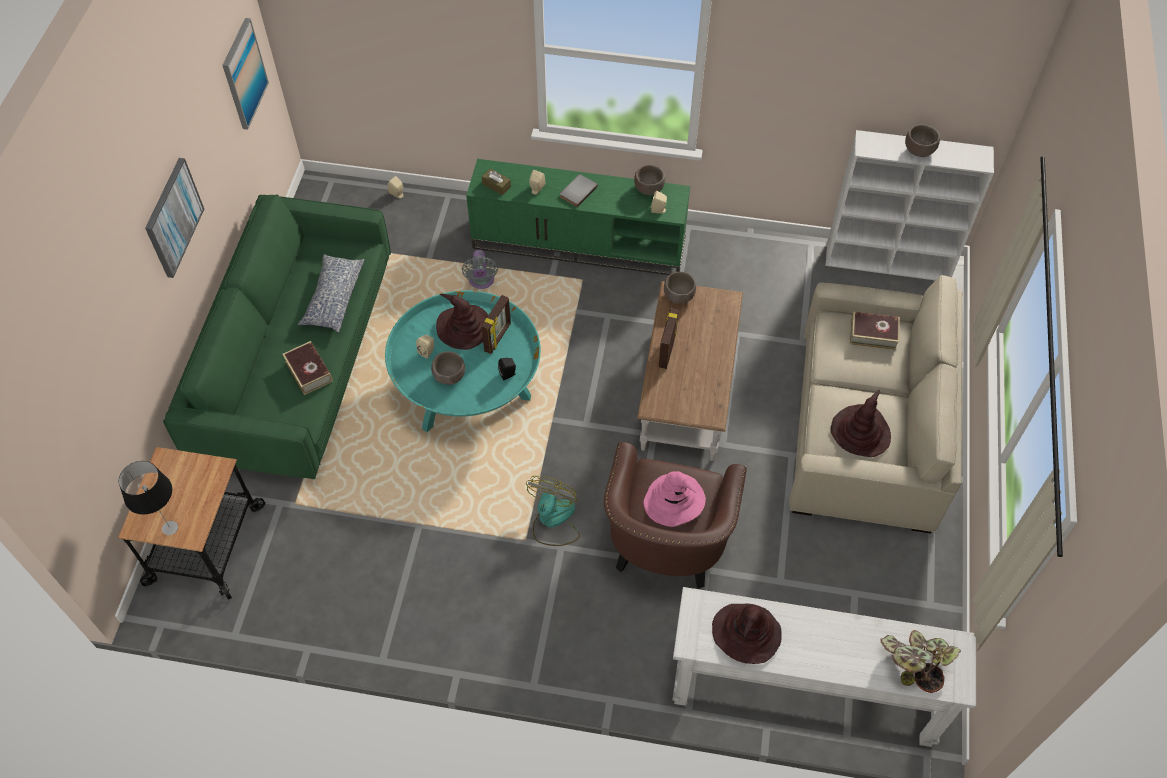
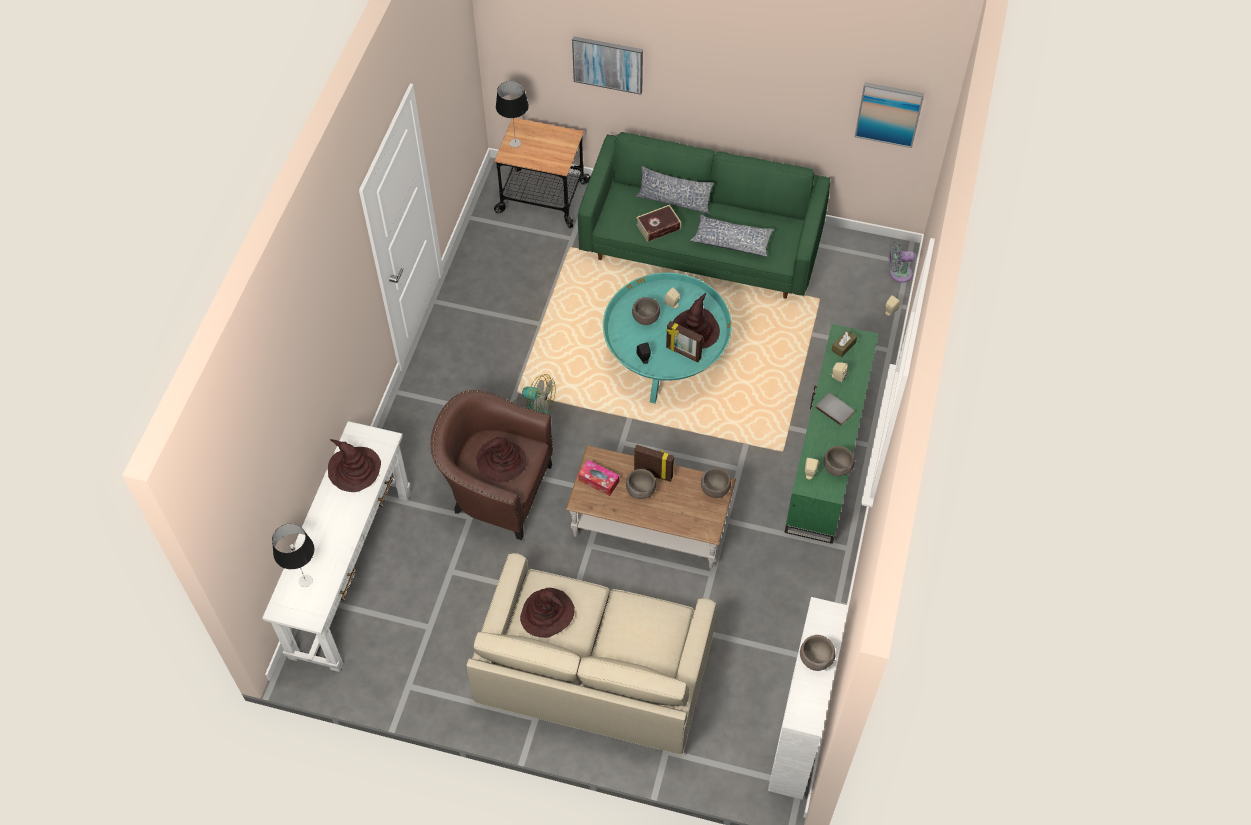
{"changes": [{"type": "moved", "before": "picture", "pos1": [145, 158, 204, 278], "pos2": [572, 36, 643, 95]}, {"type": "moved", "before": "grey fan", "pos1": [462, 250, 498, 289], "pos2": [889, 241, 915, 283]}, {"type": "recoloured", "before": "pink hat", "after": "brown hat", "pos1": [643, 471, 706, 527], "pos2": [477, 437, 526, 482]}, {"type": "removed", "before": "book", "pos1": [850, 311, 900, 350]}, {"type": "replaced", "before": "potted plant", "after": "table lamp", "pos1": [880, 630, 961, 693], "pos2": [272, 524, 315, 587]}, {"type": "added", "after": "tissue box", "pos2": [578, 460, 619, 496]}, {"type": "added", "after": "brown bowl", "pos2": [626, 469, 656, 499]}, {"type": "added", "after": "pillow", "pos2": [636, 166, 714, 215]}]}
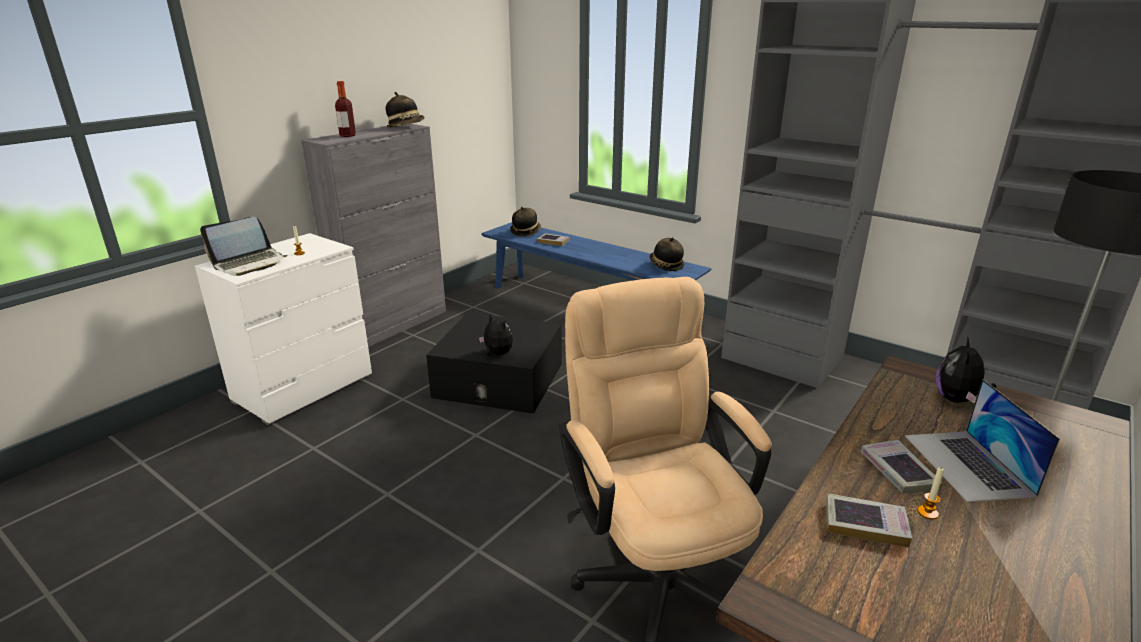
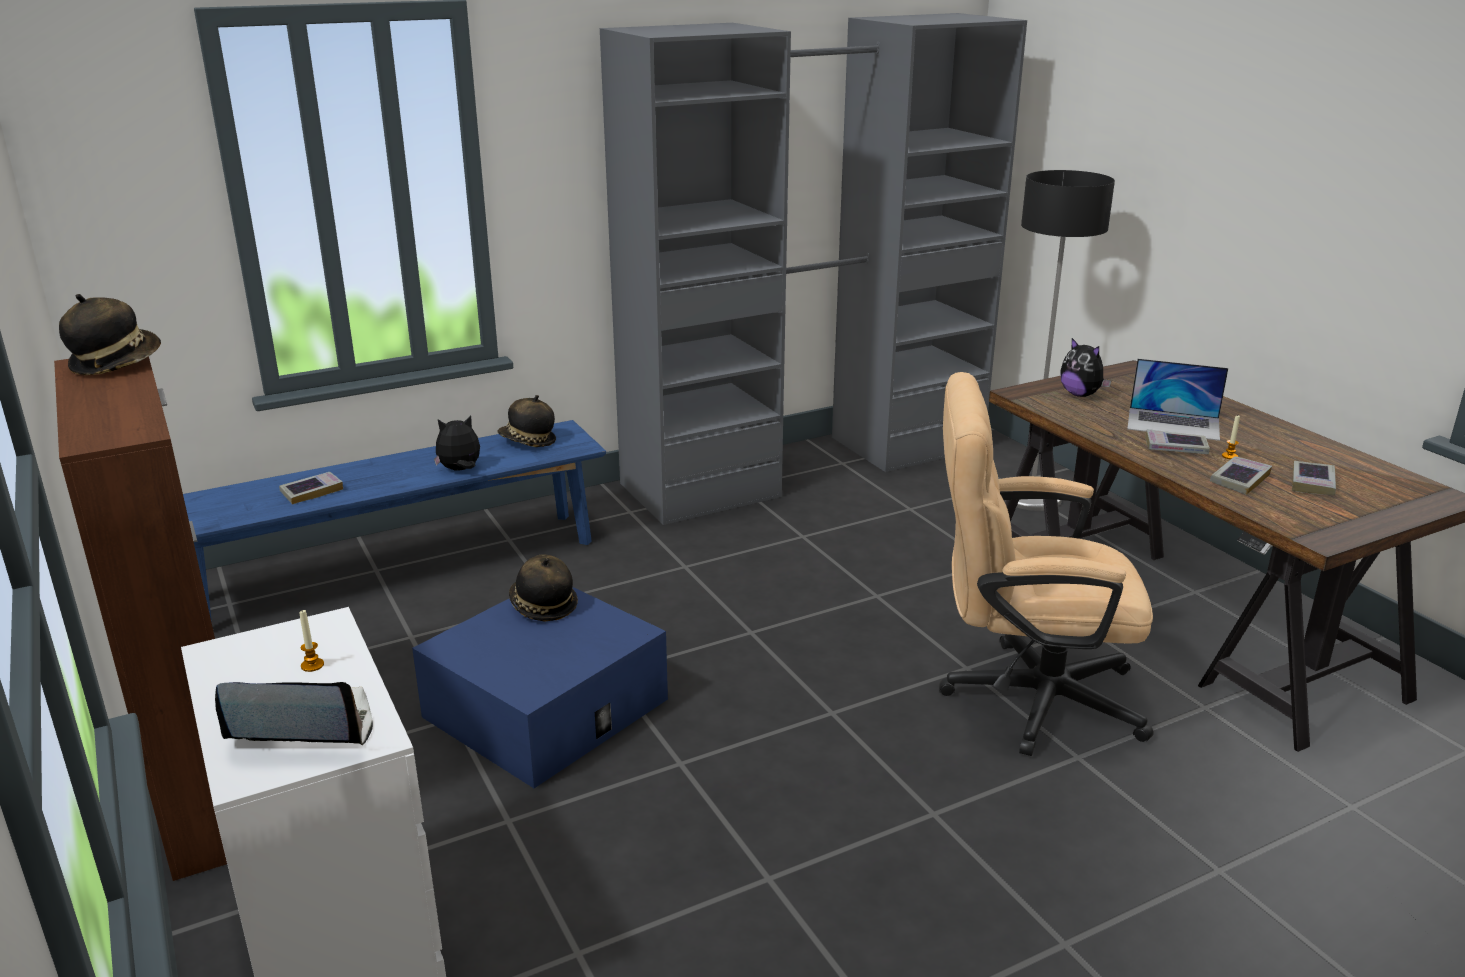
{"changes": [{"type": "turned", "before": "laptop", "pos1": [200, 217, 288, 276], "pos2": [215, 682, 373, 745], "turn": -75}, {"type": "recoloured", "before": "grey cabinet", "after": "brown cabinet", "pos1": [301, 124, 446, 347], "pos2": [54, 356, 227, 881]}, {"type": "removed", "before": "bottle", "pos1": [335, 81, 356, 137]}, {"type": "recoloured", "before": "black storage box", "after": "blue storage box", "pos1": [426, 313, 562, 414], "pos2": [412, 587, 668, 788]}, {"type": "moved", "before": "plush toy", "pos1": [479, 313, 513, 355], "pos2": [434, 415, 480, 471]}, {"type": "moved", "before": "hat", "pos1": [510, 207, 542, 236], "pos2": [509, 555, 578, 621]}, {"type": "added", "after": "book", "pos2": [1292, 461, 1336, 495]}]}
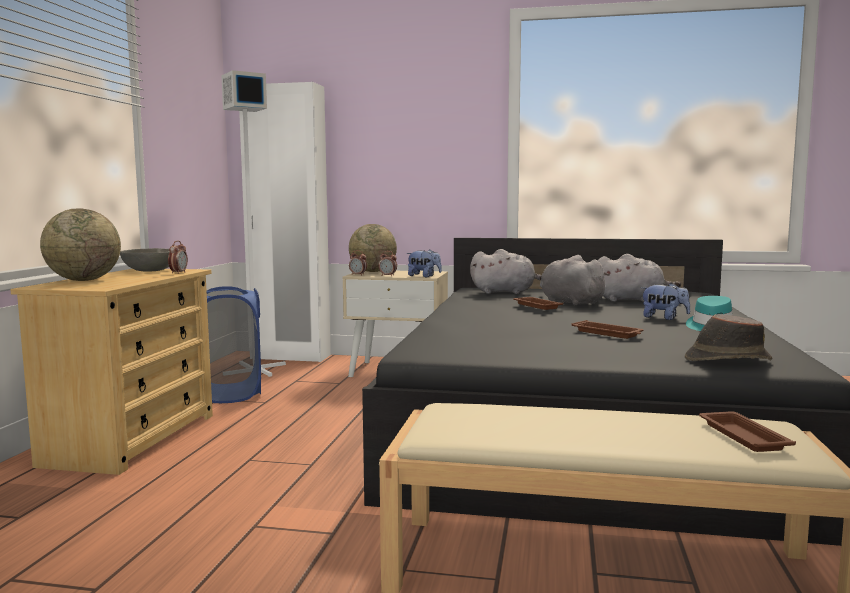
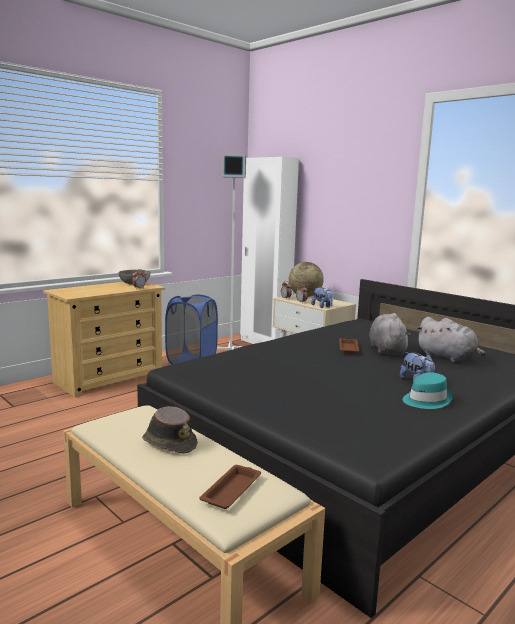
{"changes": [{"type": "removed", "before": "globe", "pos1": [40, 209, 121, 281]}, {"type": "removed", "before": "grey plush toy", "pos1": [470, 249, 542, 294]}, {"type": "removed", "before": "brown tray", "pos1": [571, 320, 644, 339]}, {"type": "moved", "before": "brown hat", "pos1": [685, 314, 772, 361], "pos2": [142, 406, 198, 454]}]}
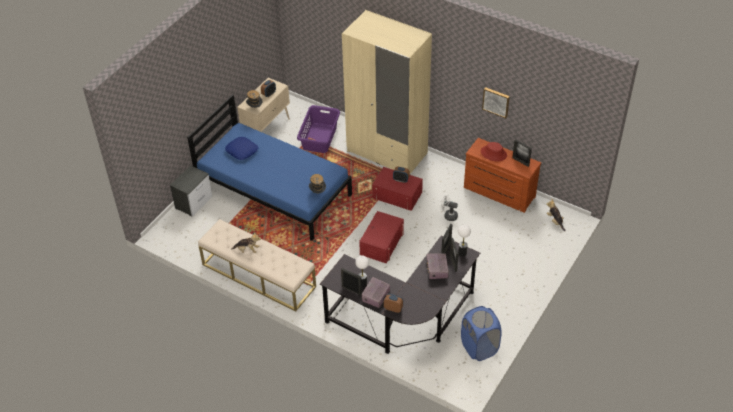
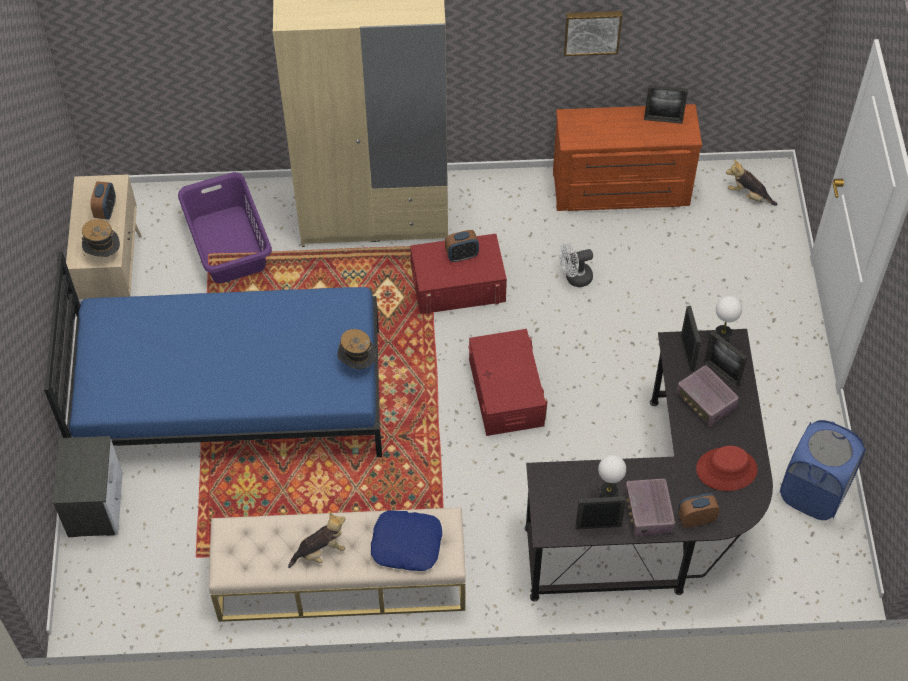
{"changes": [{"type": "moved", "before": "blue pillow", "pos1": [225, 137, 258, 160], "pos2": [371, 510, 442, 571]}, {"type": "moved", "before": "red hat", "pos1": [481, 142, 507, 161], "pos2": [696, 446, 758, 491]}]}
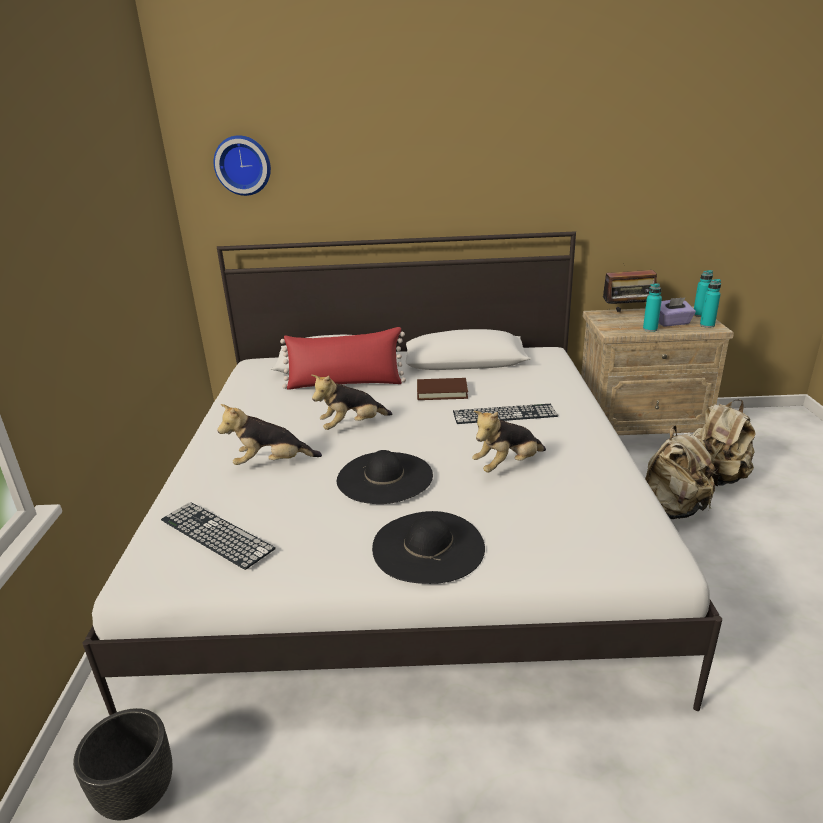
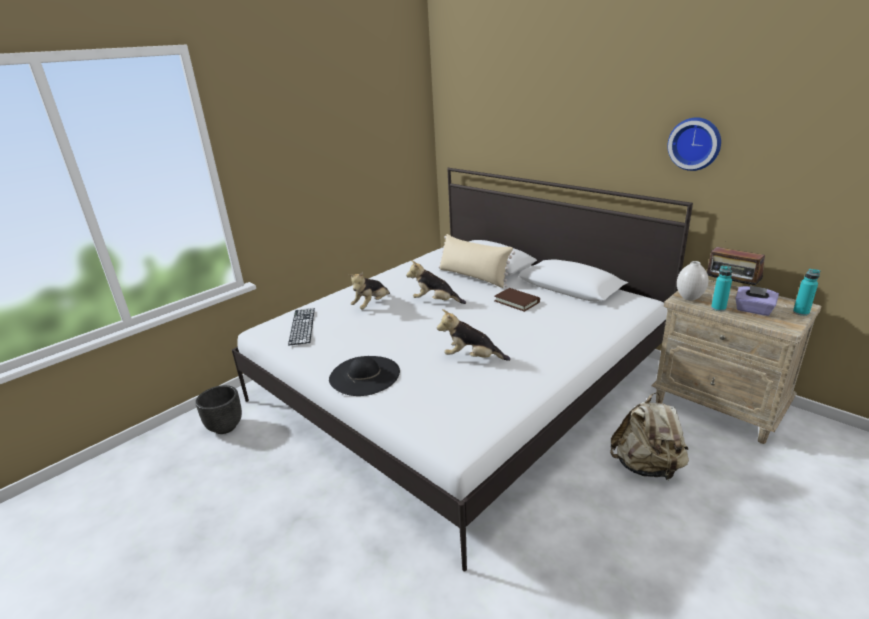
{"changes": [{"type": "moved", "before": "wall clock", "pos1": [214, 135, 271, 196], "pos2": [667, 117, 721, 171]}, {"type": "turned", "before": "plush toy", "pos1": [217, 404, 322, 465], "pos2": [349, 272, 390, 309], "turn": -90}, {"type": "recoloured", "before": "red pillow", "after": "beige pillow", "pos1": [280, 327, 406, 390], "pos2": [438, 234, 515, 288]}, {"type": "removed", "before": "black hat", "pos1": [337, 450, 433, 504]}, {"type": "removed", "before": "keyboard", "pos1": [453, 404, 558, 424]}, {"type": "removed", "before": "beige backpack", "pos1": [693, 399, 755, 486]}, {"type": "removed", "before": "turquoise bottle", "pos1": [700, 279, 721, 328]}, {"type": "added", "after": "white vase", "pos2": [677, 261, 709, 301]}]}
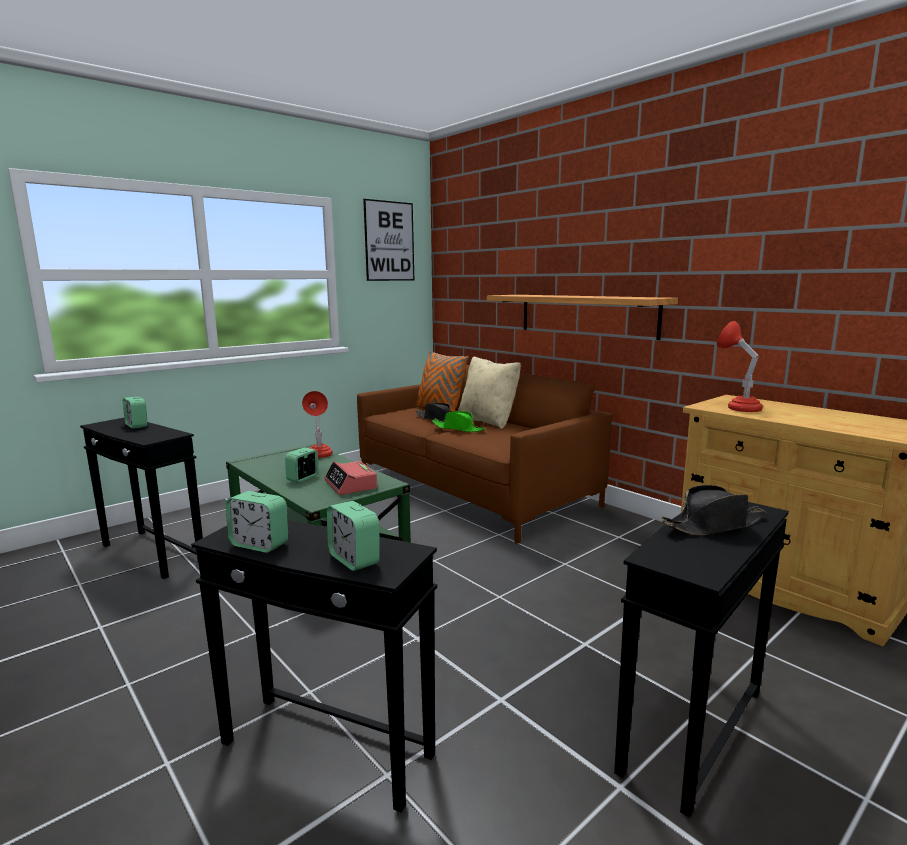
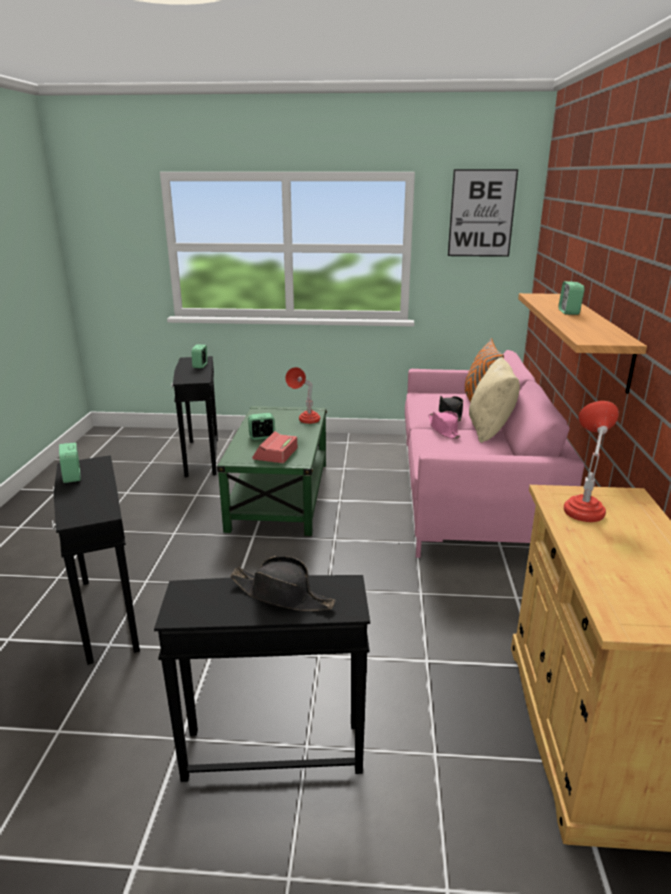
{"changes": [{"type": "moved", "before": "alarm clock", "pos1": [327, 501, 380, 571], "pos2": [559, 281, 585, 315]}, {"type": "recoloured", "before": "brown sofa", "after": "pink sofa", "pos1": [357, 365, 612, 544], "pos2": [405, 350, 585, 558]}, {"type": "recoloured", "before": "green hat", "after": "pink hat", "pos1": [432, 411, 486, 432], "pos2": [428, 411, 461, 439]}]}
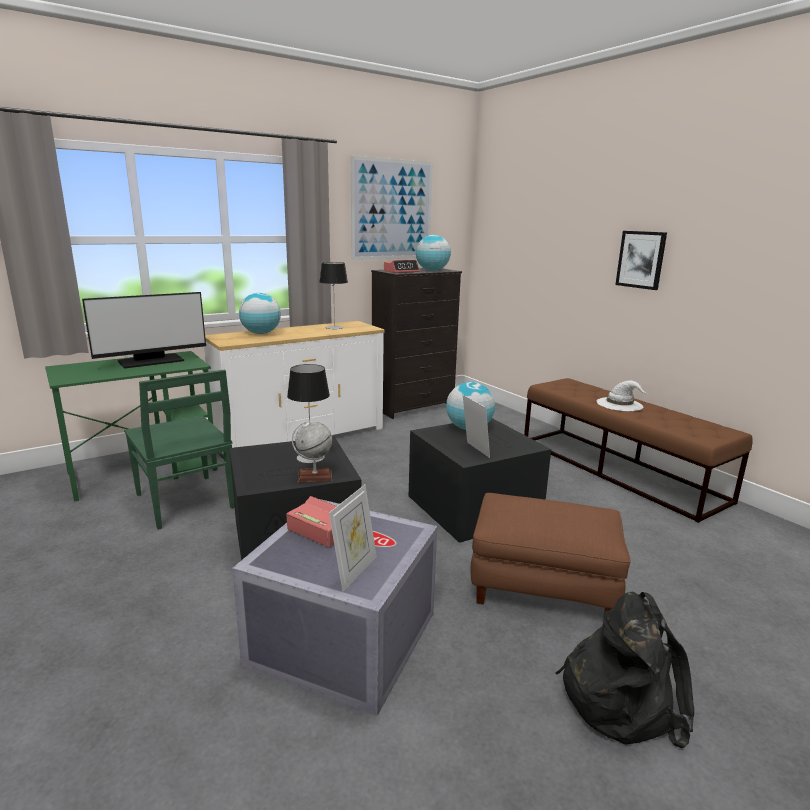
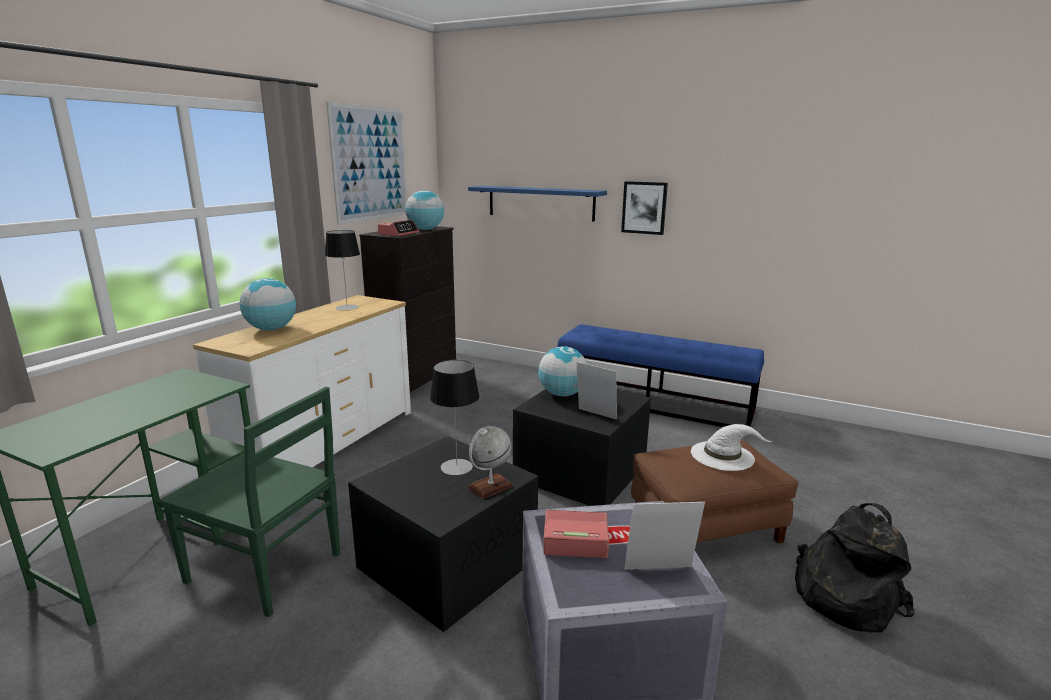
{"changes": [{"type": "removed", "before": "monitor", "pos1": [82, 292, 206, 369]}, {"type": "turned", "before": "picture frame", "pos1": [329, 485, 377, 592], "pos2": [624, 502, 705, 570], "turn": -90}, {"type": "recoloured", "before": "brown bench", "after": "blue bench", "pos1": [524, 378, 753, 523], "pos2": [557, 324, 764, 427]}, {"type": "moved", "before": "white hat", "pos1": [597, 381, 647, 411], "pos2": [691, 424, 771, 471]}, {"type": "added", "after": "blue shelf", "pos2": [468, 186, 607, 221]}]}
